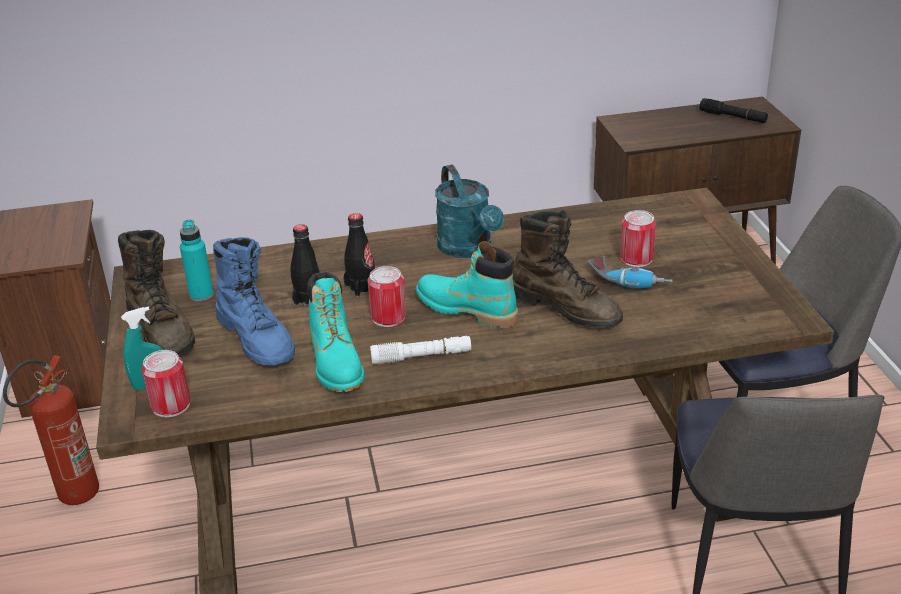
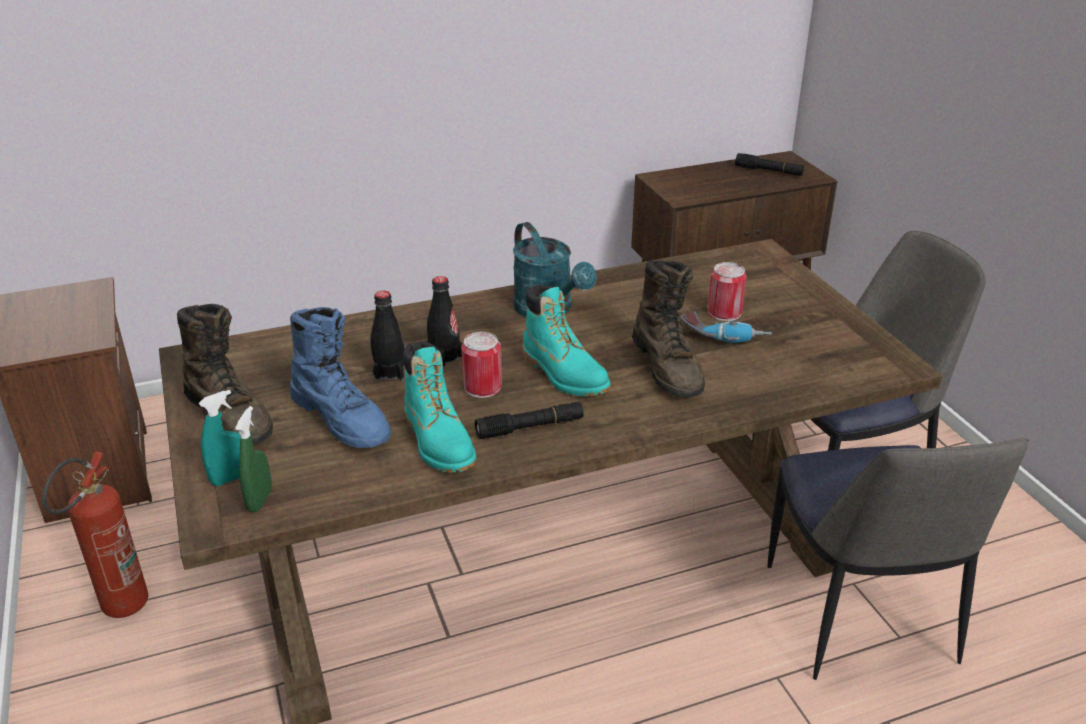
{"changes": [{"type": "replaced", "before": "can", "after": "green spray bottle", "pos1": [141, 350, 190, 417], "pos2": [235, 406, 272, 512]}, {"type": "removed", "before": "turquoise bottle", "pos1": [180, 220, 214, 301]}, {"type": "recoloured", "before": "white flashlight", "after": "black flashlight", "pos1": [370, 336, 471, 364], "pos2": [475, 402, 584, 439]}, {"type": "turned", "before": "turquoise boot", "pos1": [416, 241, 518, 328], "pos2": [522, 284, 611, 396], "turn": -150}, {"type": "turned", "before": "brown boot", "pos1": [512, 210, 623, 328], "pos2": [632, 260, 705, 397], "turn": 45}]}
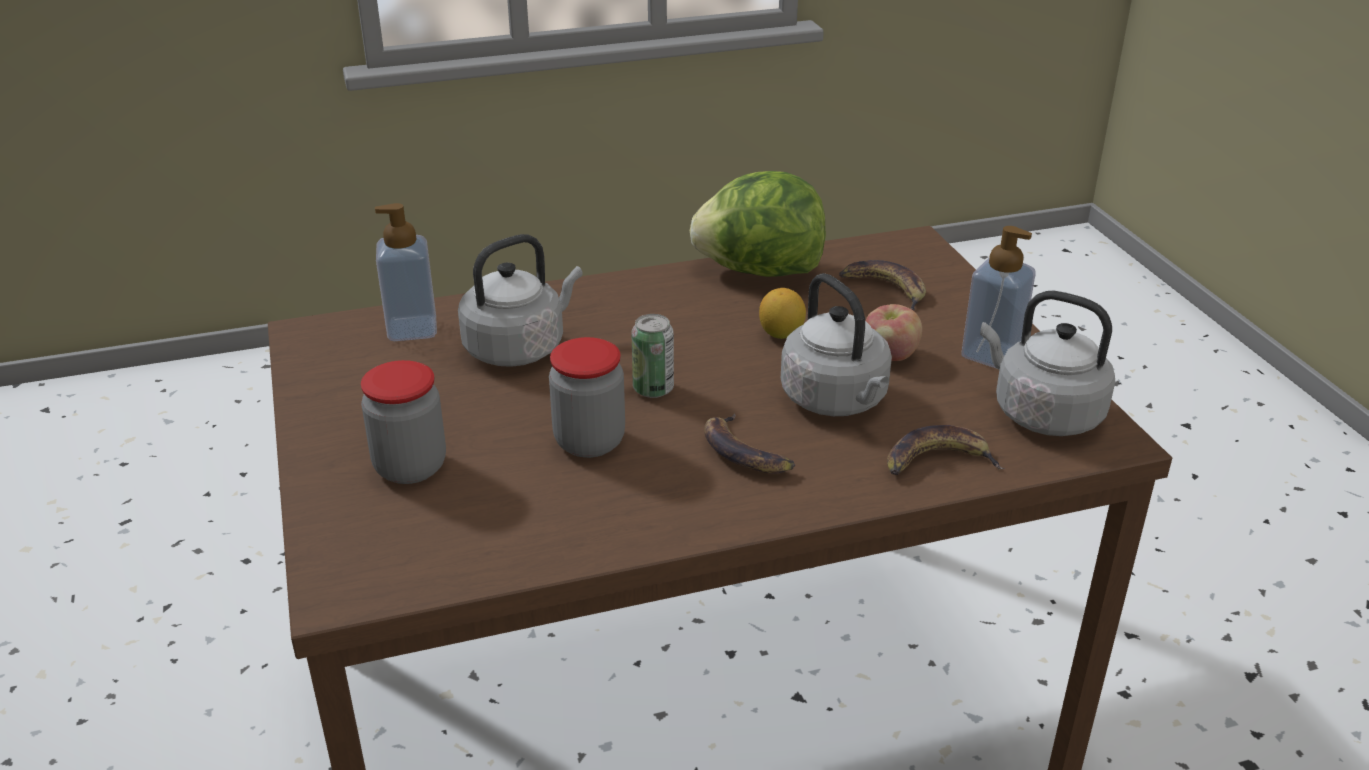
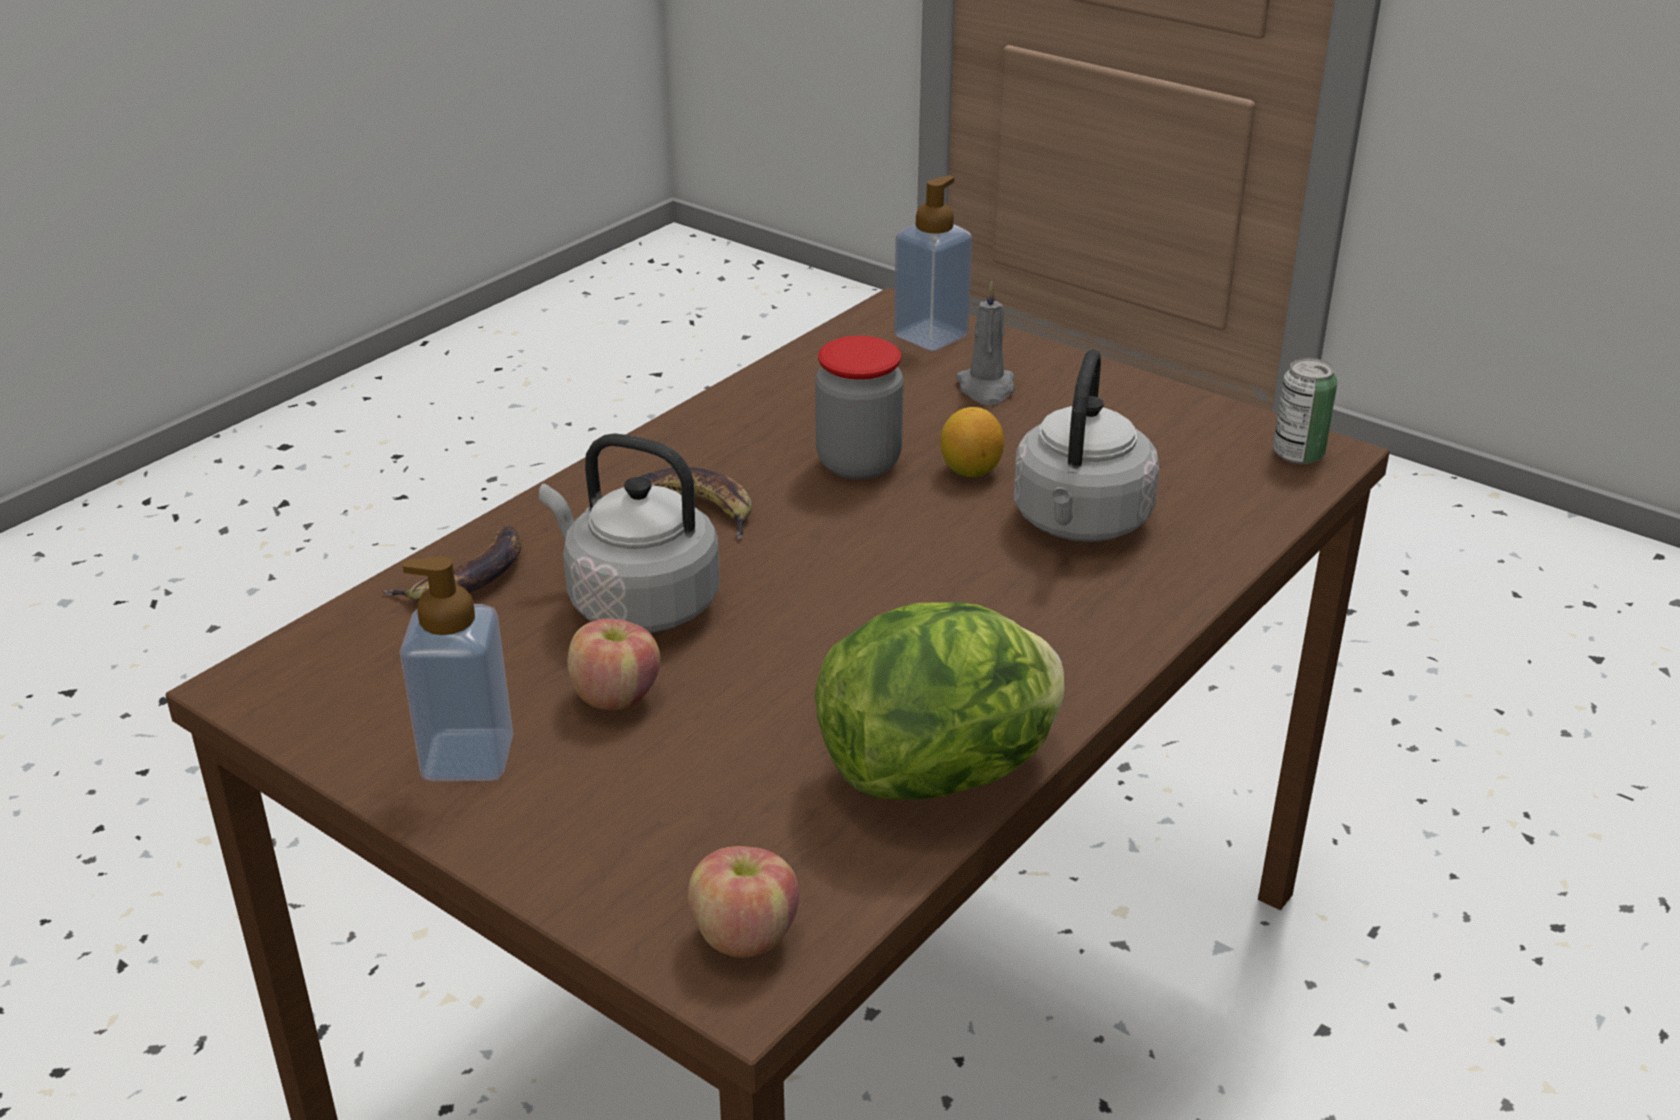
{"changes": [{"type": "replaced", "before": "jar", "after": "grey candle", "pos1": [361, 360, 446, 484], "pos2": [956, 281, 1015, 405]}, {"type": "moved", "before": "soap dispenser", "pos1": [375, 203, 437, 341], "pos2": [894, 175, 973, 351]}, {"type": "moved", "before": "can", "pos1": [631, 314, 674, 398], "pos2": [1273, 358, 1337, 464]}, {"type": "moved", "before": "lemon", "pos1": [759, 288, 806, 339], "pos2": [940, 407, 1004, 477]}, {"type": "removed", "before": "banana", "pos1": [839, 260, 926, 311]}, {"type": "removed", "before": "grey kettle", "pos1": [980, 291, 1115, 436]}, {"type": "added", "after": "apple", "pos2": [687, 846, 799, 958]}]}
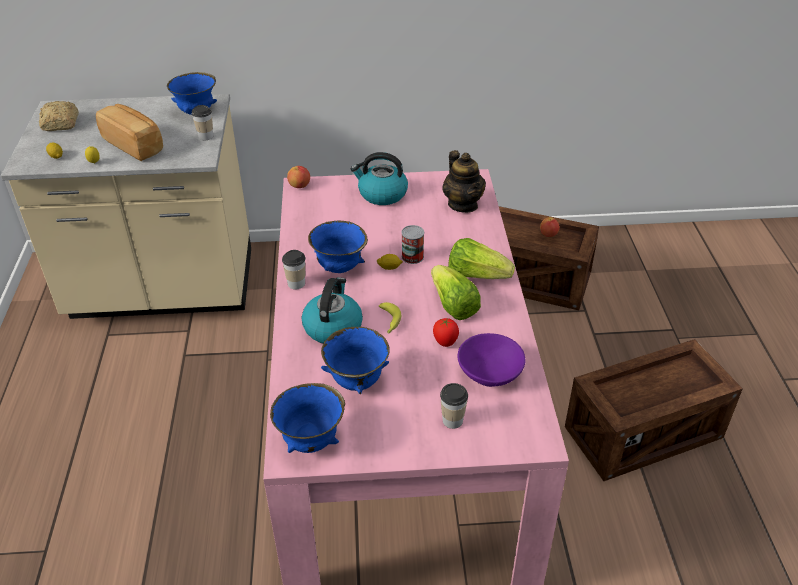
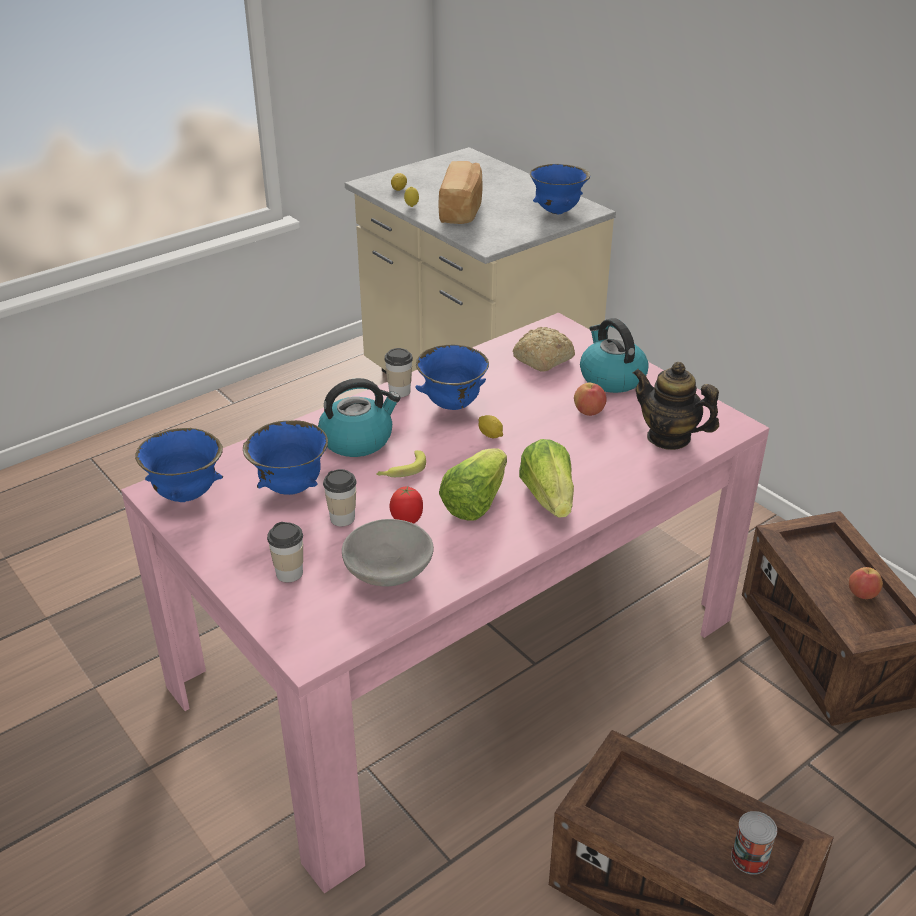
{"changes": [{"type": "moved", "before": "bread", "pos1": [39, 101, 79, 131], "pos2": [513, 327, 575, 372]}, {"type": "moved", "before": "cup", "pos1": [192, 105, 213, 140], "pos2": [323, 469, 357, 526]}, {"type": "moved", "before": "apple", "pos1": [287, 166, 310, 188], "pos2": [574, 382, 607, 416]}, {"type": "moved", "before": "can", "pos1": [401, 225, 424, 264], "pos2": [731, 811, 777, 875]}, {"type": "turned", "before": "teapot", "pos1": [442, 150, 486, 213], "pos2": [633, 362, 719, 450], "turn": 90}, {"type": "recoloured", "before": "purple bowl", "after": "grey bowl", "pos1": [458, 333, 525, 387], "pos2": [342, 519, 434, 587]}]}
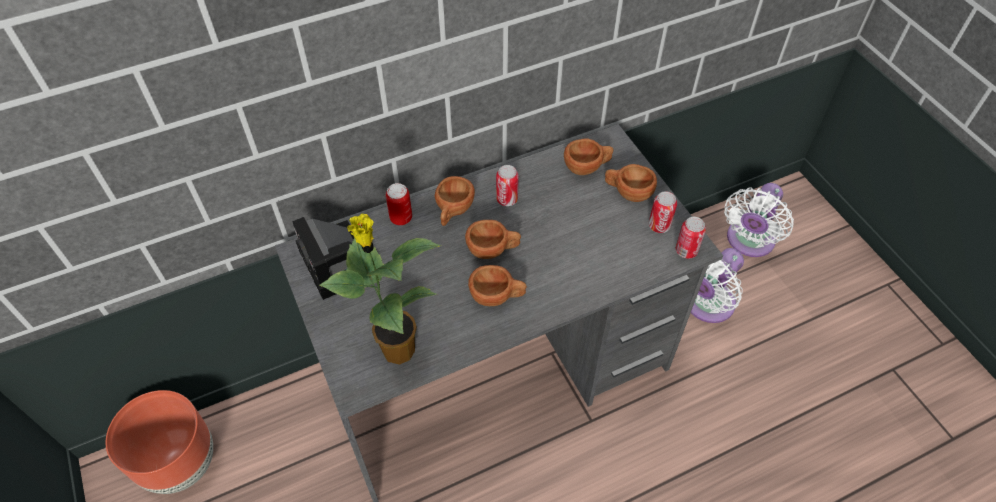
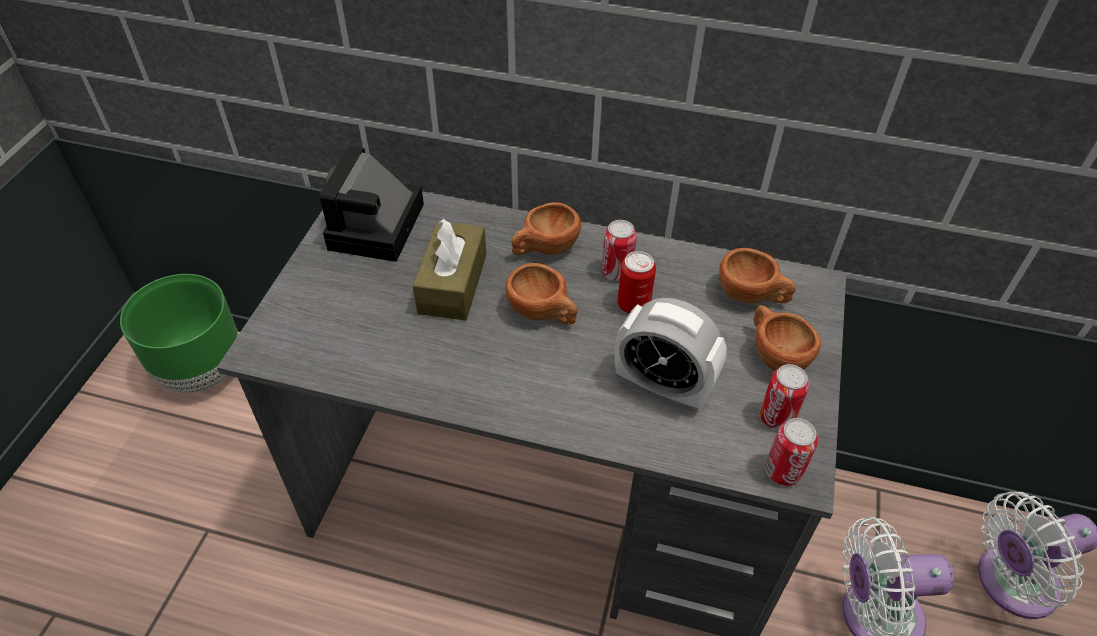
{"changes": [{"type": "recoloured", "before": "brown planter", "after": "green planter", "pos1": [106, 390, 213, 494], "pos2": [120, 274, 239, 393]}, {"type": "removed", "before": "potted plant", "pos1": [319, 214, 442, 365]}, {"type": "moved", "before": "can", "pos1": [386, 183, 412, 225], "pos2": [618, 251, 656, 314]}, {"type": "removed", "before": "brown cup", "pos1": [468, 265, 527, 306]}, {"type": "added", "after": "brown tissue box", "pos2": [413, 219, 486, 321]}, {"type": "added", "after": "alarm clock", "pos2": [614, 298, 727, 410]}]}
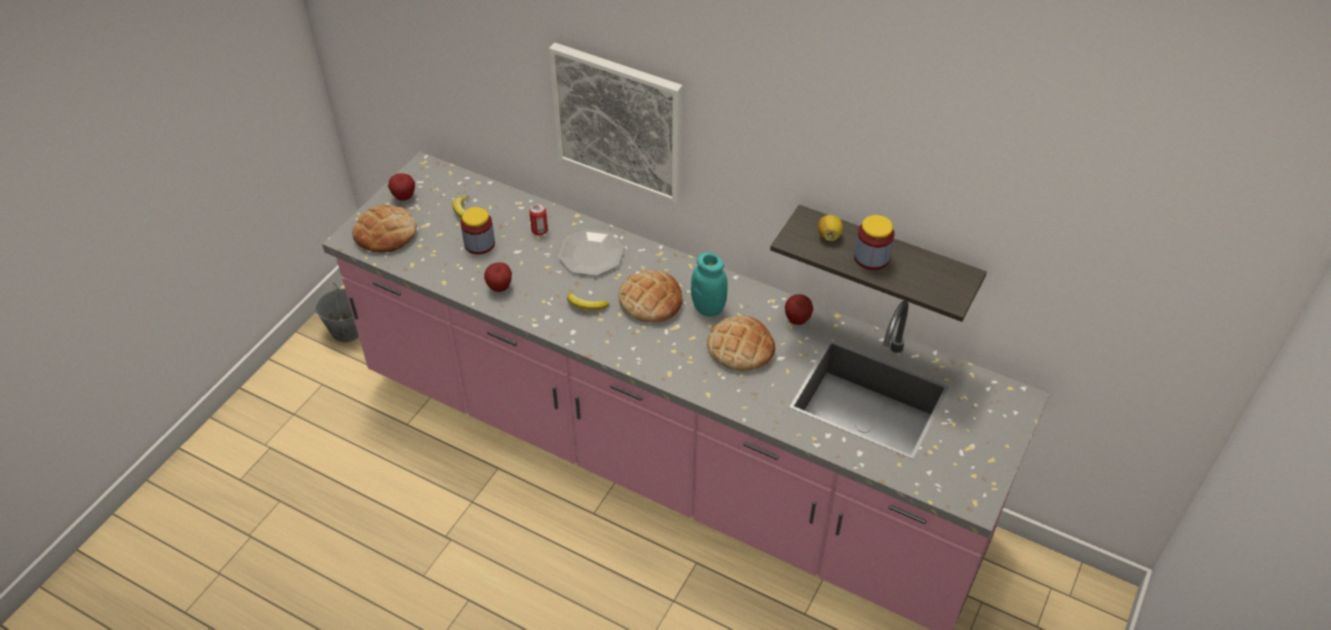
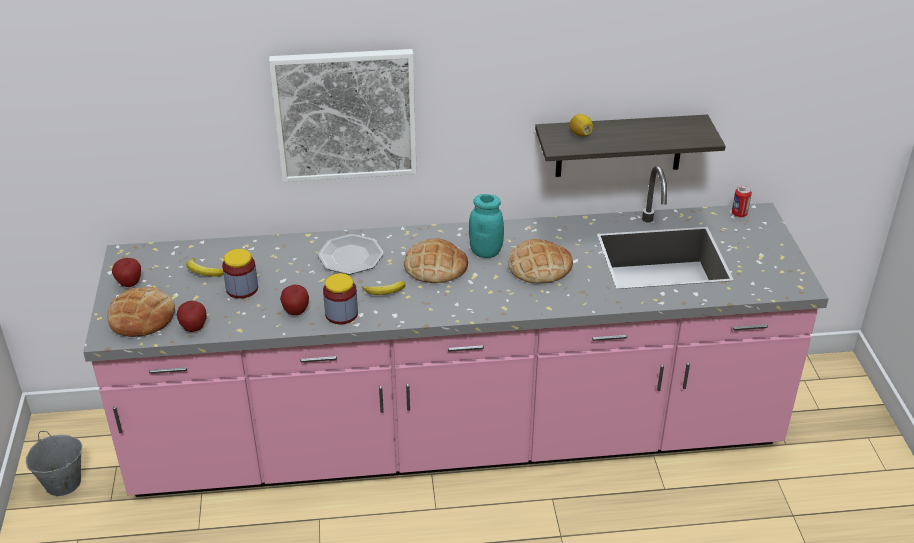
{"changes": [{"type": "moved", "before": "can", "pos1": [529, 203, 548, 235], "pos2": [732, 186, 752, 217]}, {"type": "moved", "before": "apple", "pos1": [785, 294, 813, 325], "pos2": [177, 301, 206, 332]}, {"type": "moved", "before": "jar", "pos1": [854, 215, 895, 270], "pos2": [323, 273, 358, 325]}]}
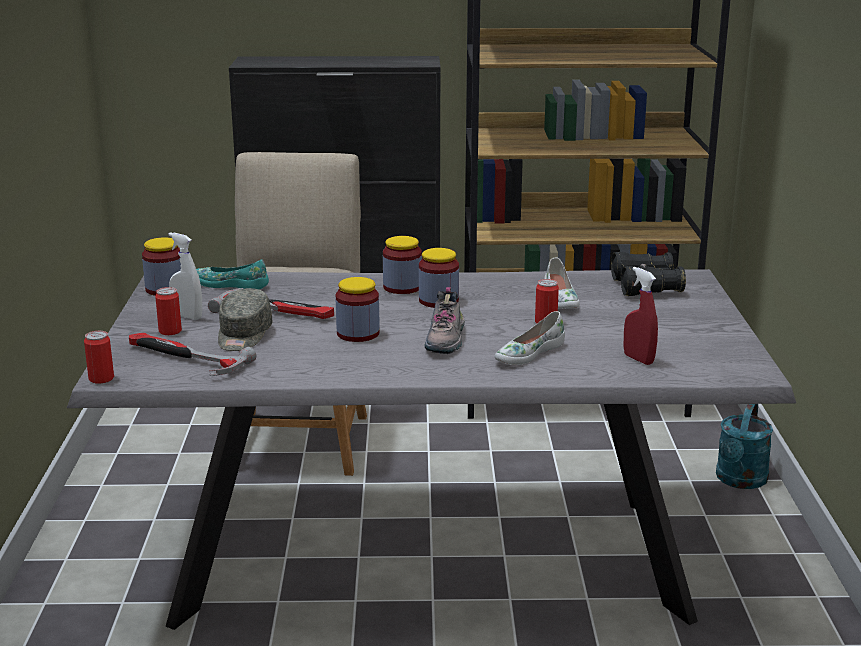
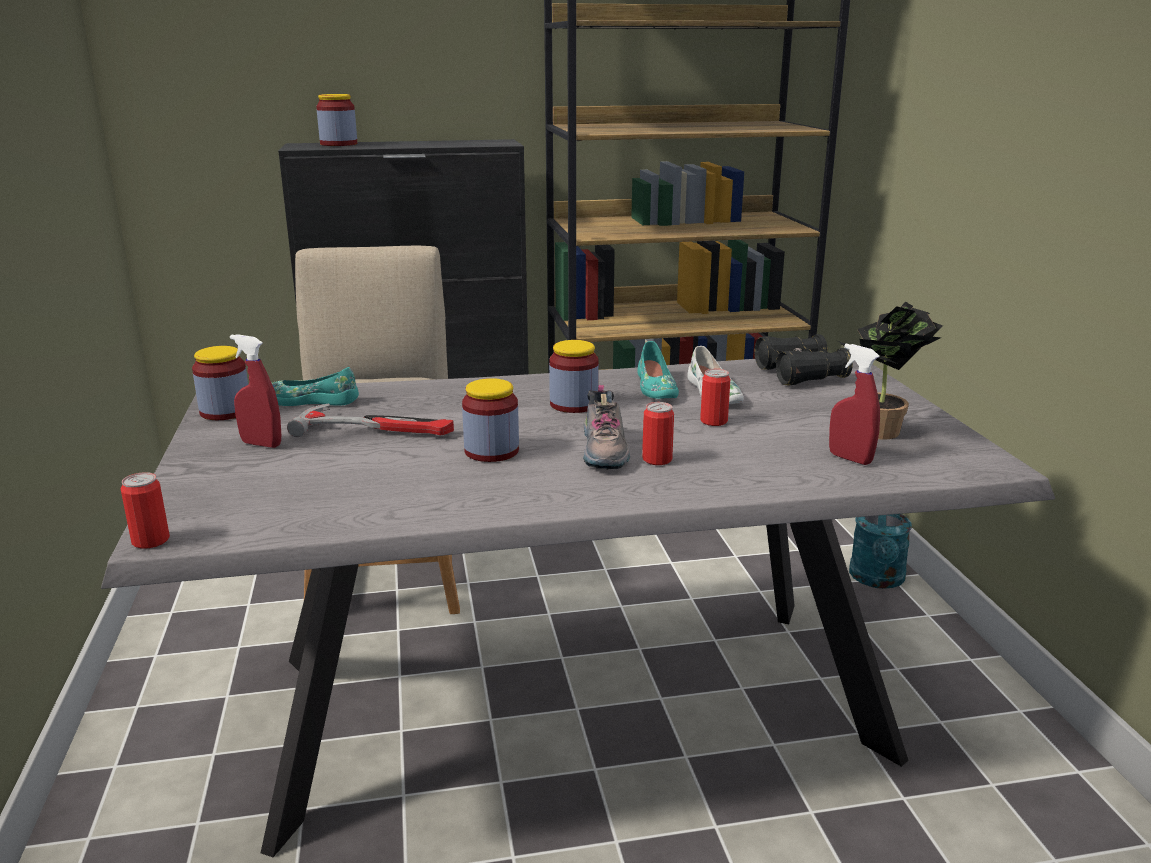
{"changes": [{"type": "removed", "before": "hammer", "pos1": [129, 333, 256, 376]}, {"type": "moved", "before": "can", "pos1": [155, 287, 182, 335], "pos2": [642, 402, 674, 465]}, {"type": "recoloured", "before": "white spray bottle", "after": "red spray bottle", "pos1": [169, 232, 202, 320], "pos2": [230, 334, 281, 448]}, {"type": "removed", "before": "grey cap", "pos1": [218, 288, 272, 351]}, {"type": "moved", "before": "jar", "pos1": [383, 236, 422, 294], "pos2": [316, 94, 357, 146]}, {"type": "removed", "before": "white shoe", "pos1": [495, 311, 565, 365]}, {"type": "added", "after": "turquoise shoe", "pos2": [637, 341, 679, 399]}, {"type": "added", "after": "potted plant", "pos2": [837, 301, 943, 440]}]}
